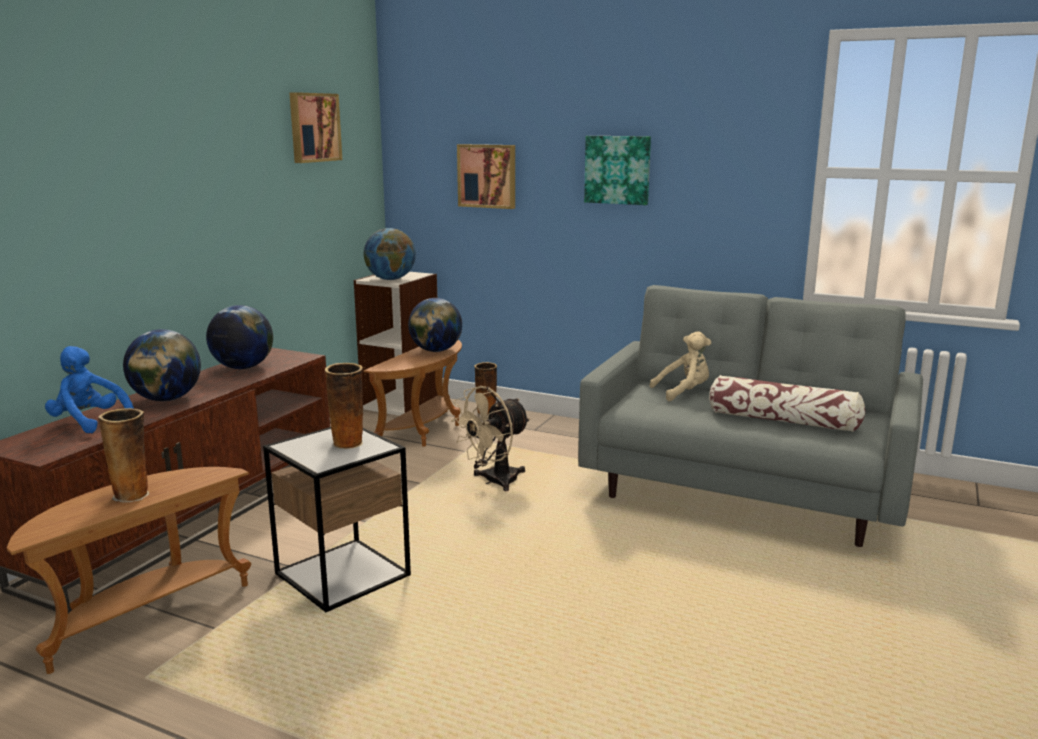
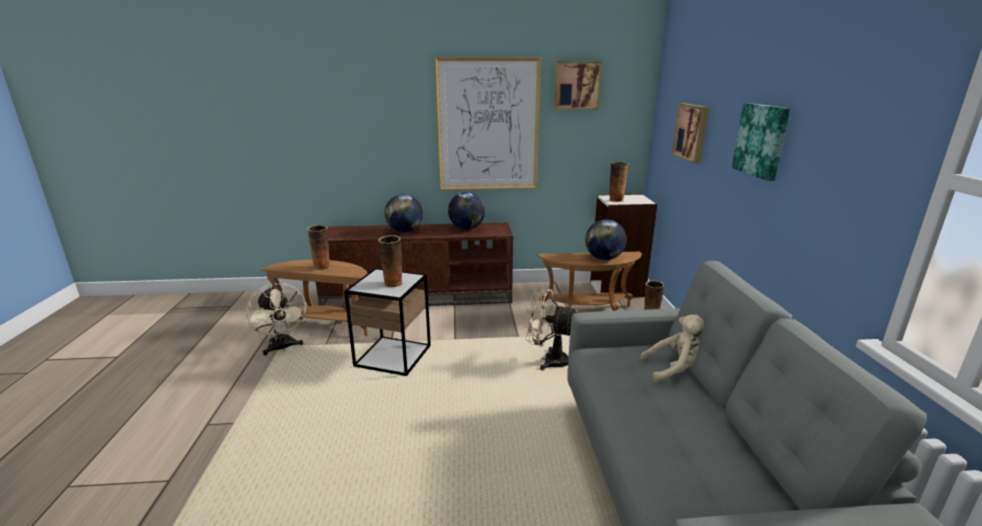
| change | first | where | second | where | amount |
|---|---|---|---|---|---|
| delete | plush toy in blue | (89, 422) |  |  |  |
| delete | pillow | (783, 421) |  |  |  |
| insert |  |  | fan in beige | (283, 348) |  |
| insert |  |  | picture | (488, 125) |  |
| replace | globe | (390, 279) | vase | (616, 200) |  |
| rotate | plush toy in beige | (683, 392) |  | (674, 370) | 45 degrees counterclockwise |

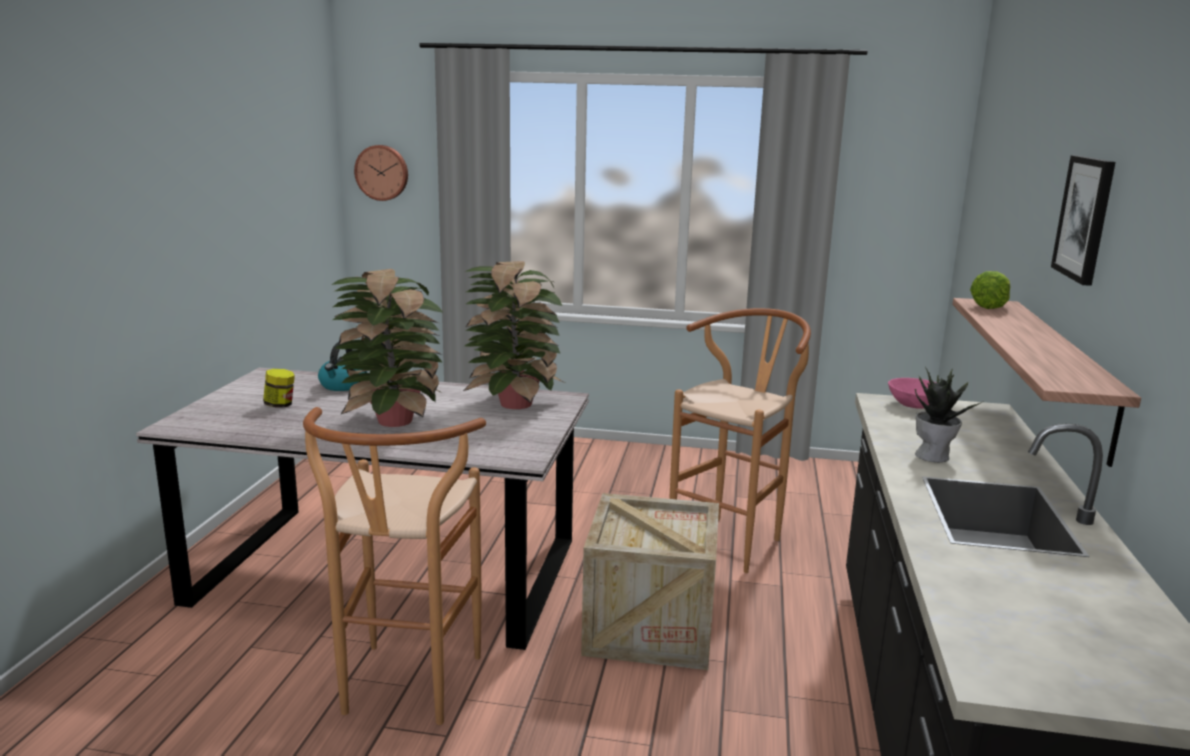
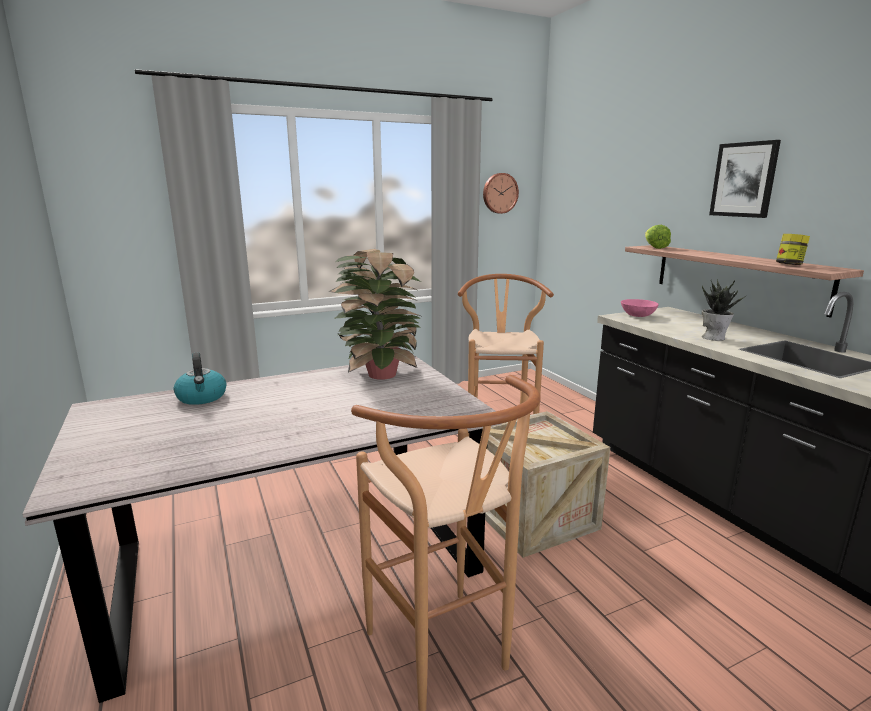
| change | first | where | second | where | amount |
|---|---|---|---|---|---|
| delete | potted plant | (392, 420) |  |  |  |
| move | jar | (280, 405) |  | (789, 265) |  |
| move | wall clock | (382, 172) |  | (499, 193) |  |

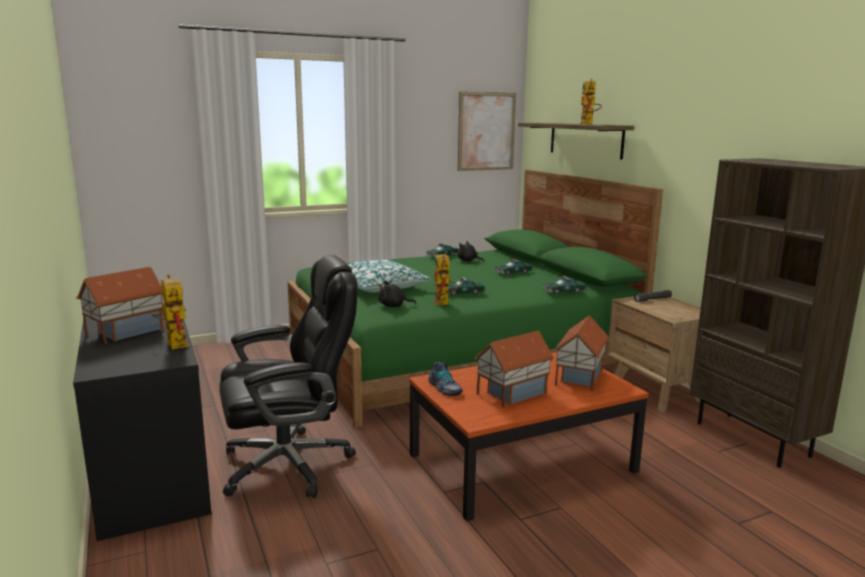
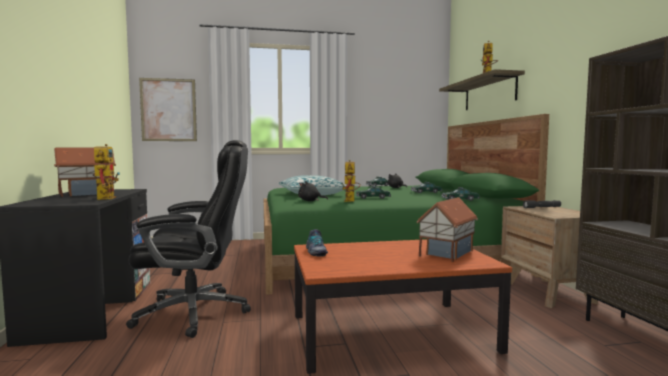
| change | first | where | second | where | amount |
|---|---|---|---|---|---|
| delete | toy house | (511, 393) |  |  |  |
| move | picture | (486, 131) |  | (168, 110) |  |

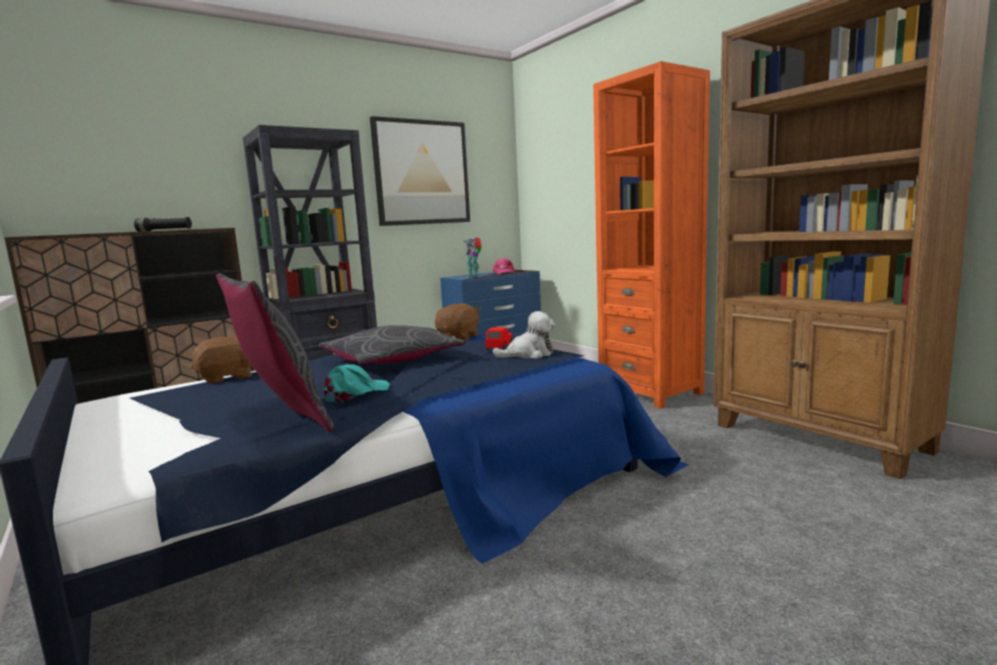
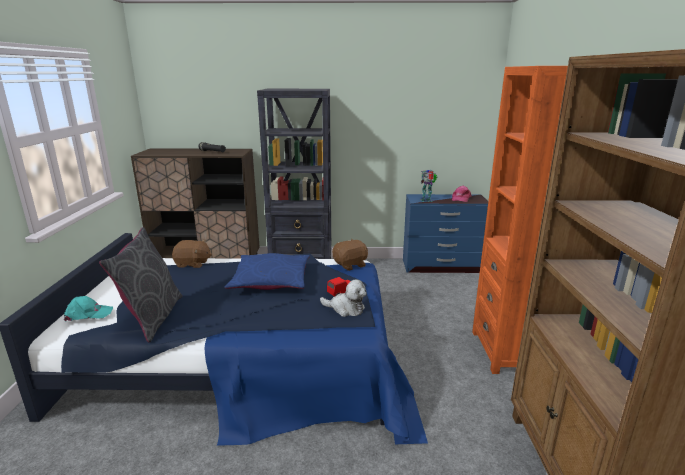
| change | first | where | second | where | amount |
|---|---|---|---|---|---|
| delete | picture | (421, 173) |  |  |  |
| move | cap in turquoise | (355, 393) |  | (88, 314) |  |
| recolor | pillow in grey | (392, 360) | pillow in blue | (270, 281) |  |

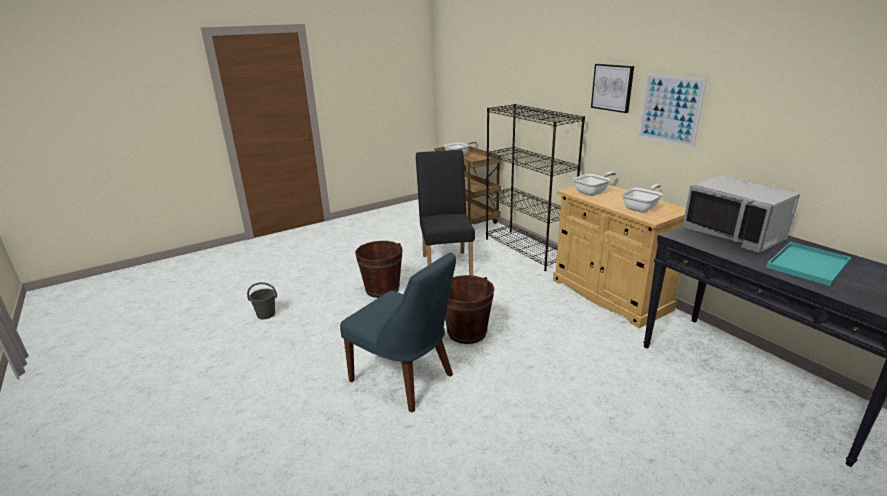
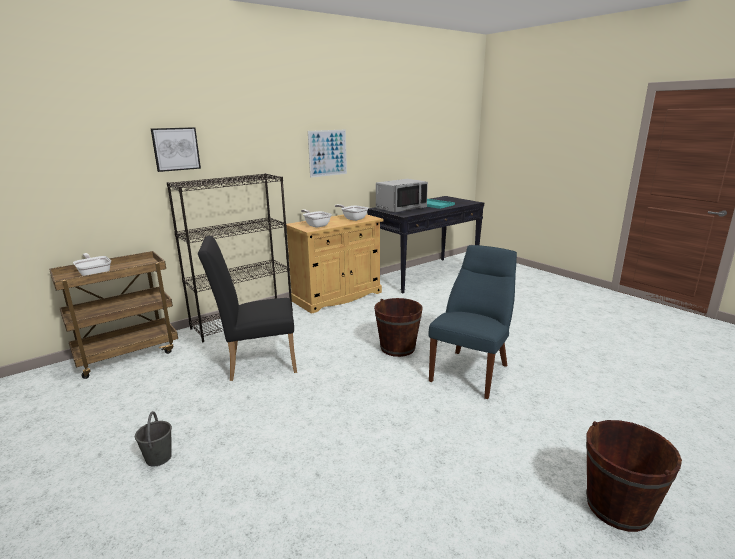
| change | first | where | second | where | amount |
|---|---|---|---|---|---|
| move | bucket in grey | (266, 314) |  | (158, 457) |  |
| move | bucket in brown | (382, 289) |  | (618, 507) |  |
| move | picture | (612, 87) |  | (176, 149) |  |

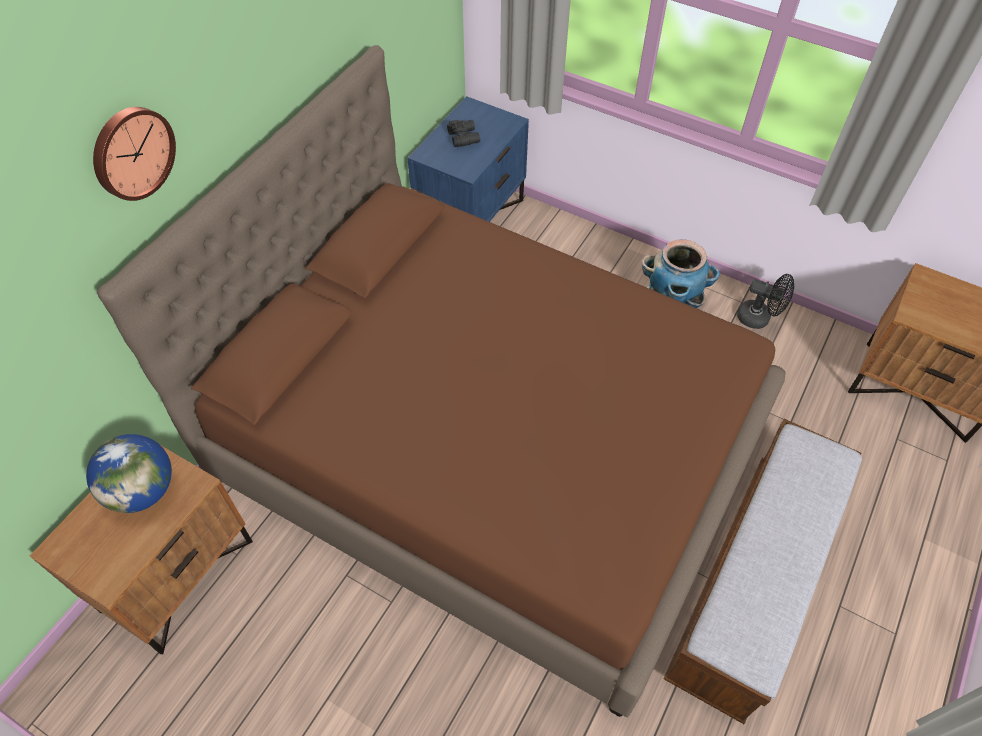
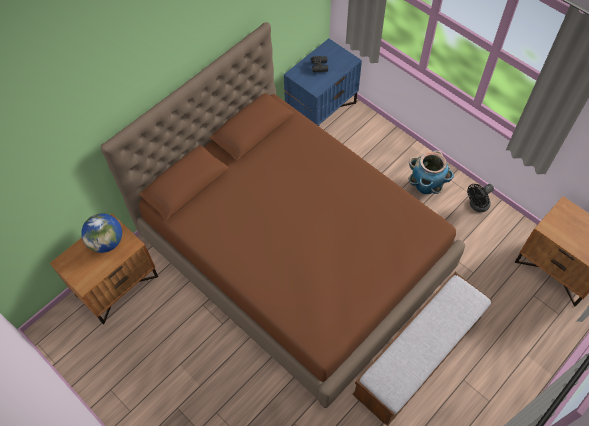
| change | first | where | second | where | amount |
|---|---|---|---|---|---|
| delete | wall clock | (131, 152) |  |  |  |
| rotate | fan in black | (759, 318) |  | (477, 206) | 105 degrees clockwise |

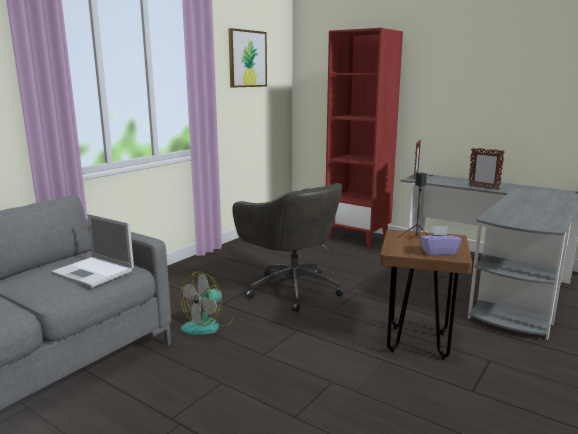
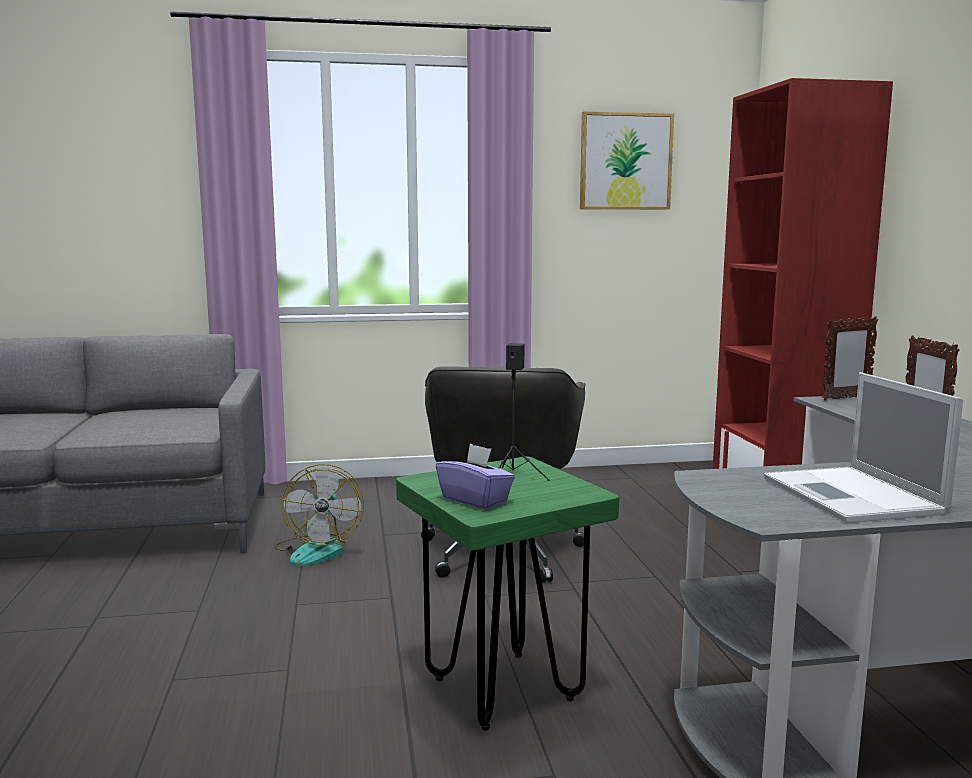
| change | first | where | second | where | amount |
|---|---|---|---|---|---|
| move | laptop | (94, 272) |  | (854, 496) |  |
| recolor | stool in brown | (417, 342) | stool in green | (502, 689) |  |
| rotate | fan | (208, 325) |  | (318, 550) | 90 degrees counterclockwise |

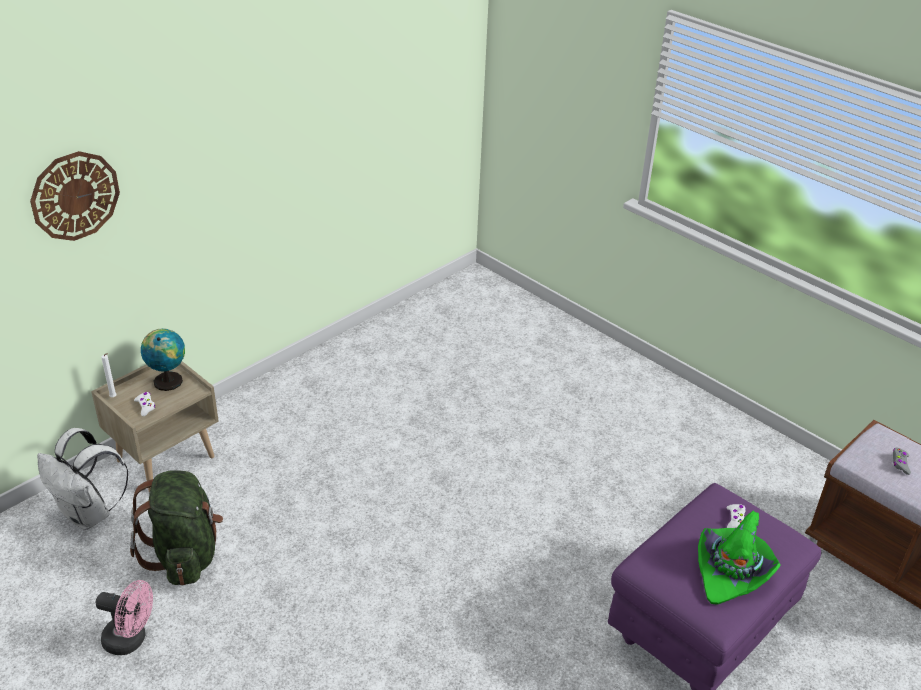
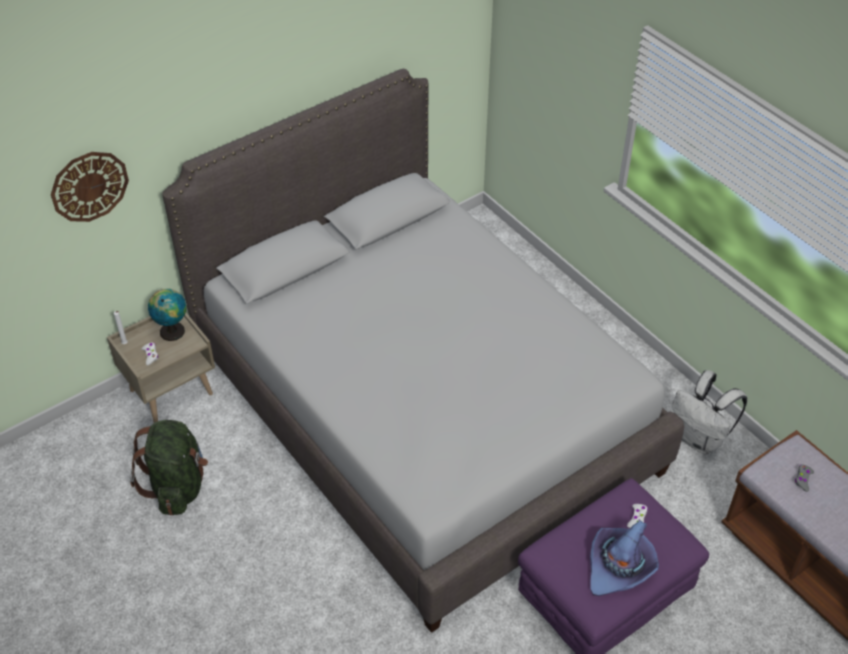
| change | first | where | second | where | amount |
|---|---|---|---|---|---|
| delete | fan in pink | (131, 640) |  |  |  |
| insert |  |  | bed in grey | (424, 411) |  |
| move | backpack in white | (89, 514) |  | (700, 439) |  |
| recolor | hat in green | (732, 571) | hat in purple | (620, 566) |  |

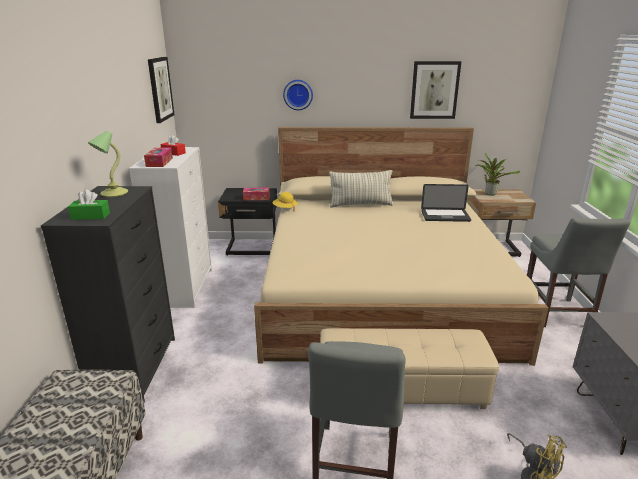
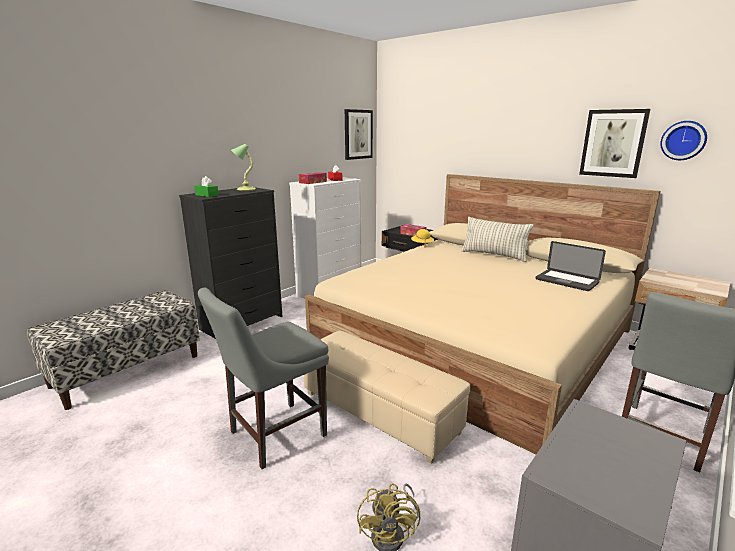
| change | first | where | second | where | amount |
|---|---|---|---|---|---|
| delete | potted plant | (489, 193) |  |  |  |
| move | wall clock | (298, 94) |  | (683, 140) |  |

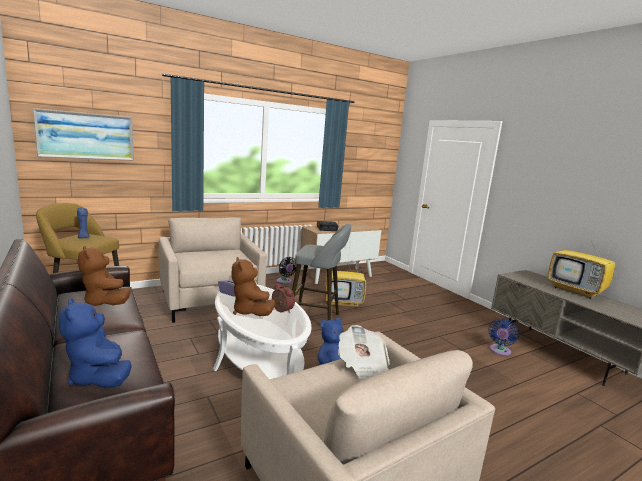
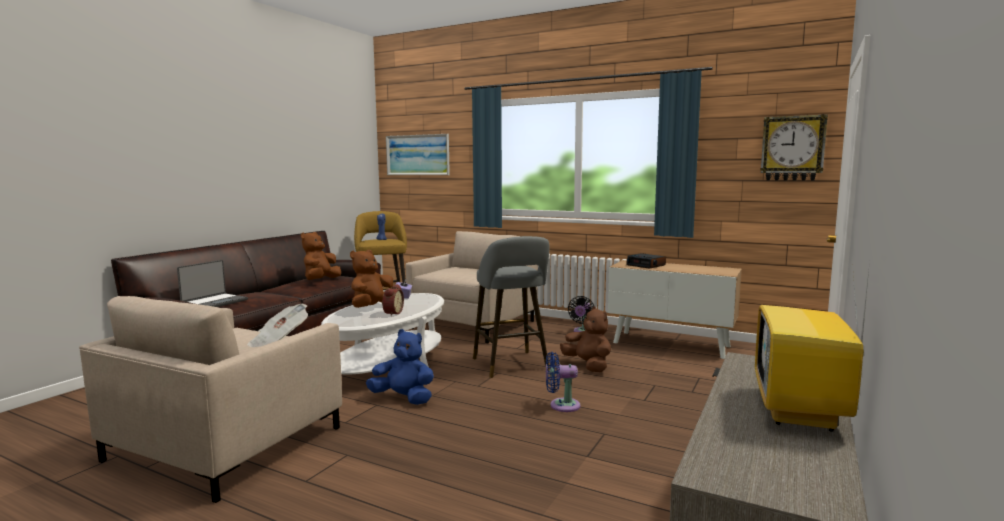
| change | first | where | second | where | amount |
|---|---|---|---|---|---|
| insert |  |  | wall clock | (792, 148) |  |
| move | fan in blue | (499, 351) |  | (561, 405) |  |
| replace | plush toy in blue | (99, 377) | laptop | (214, 302) |  |
| replace | television | (344, 303) | plush toy in brown | (588, 366) |  |

